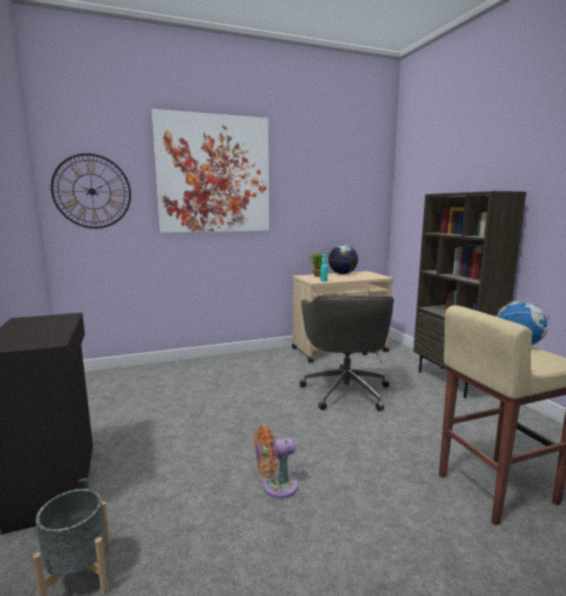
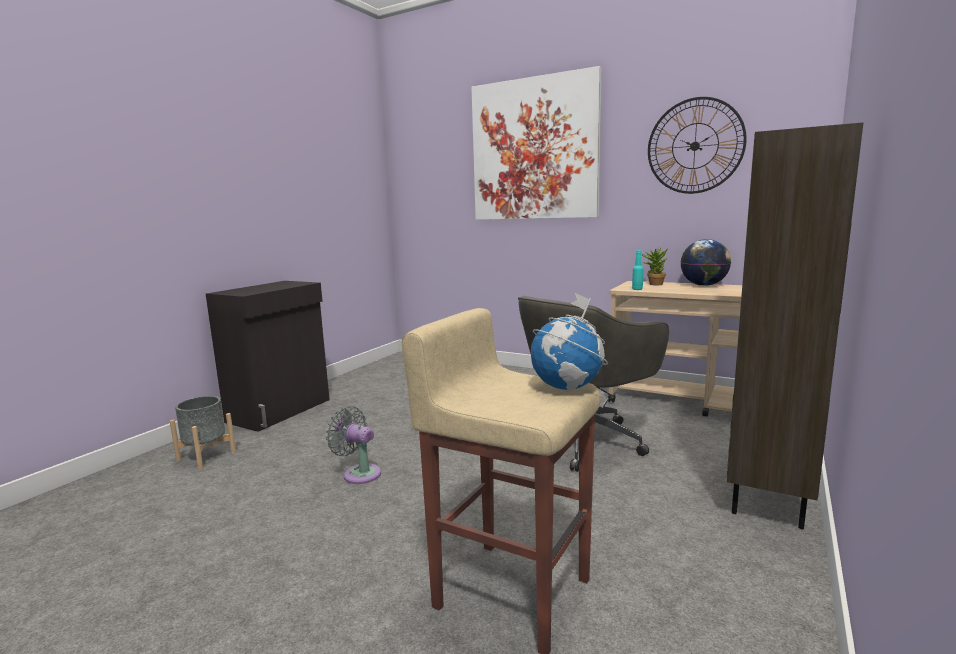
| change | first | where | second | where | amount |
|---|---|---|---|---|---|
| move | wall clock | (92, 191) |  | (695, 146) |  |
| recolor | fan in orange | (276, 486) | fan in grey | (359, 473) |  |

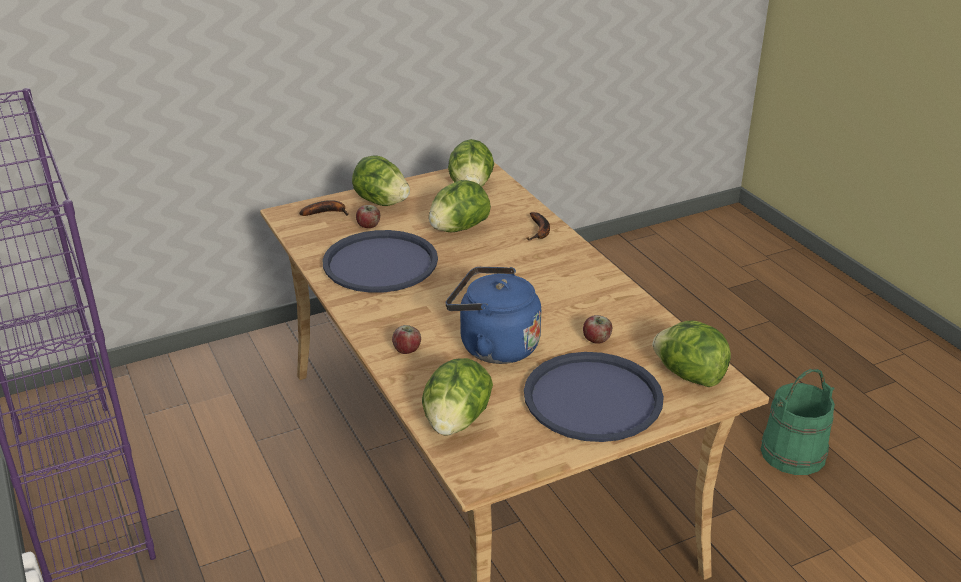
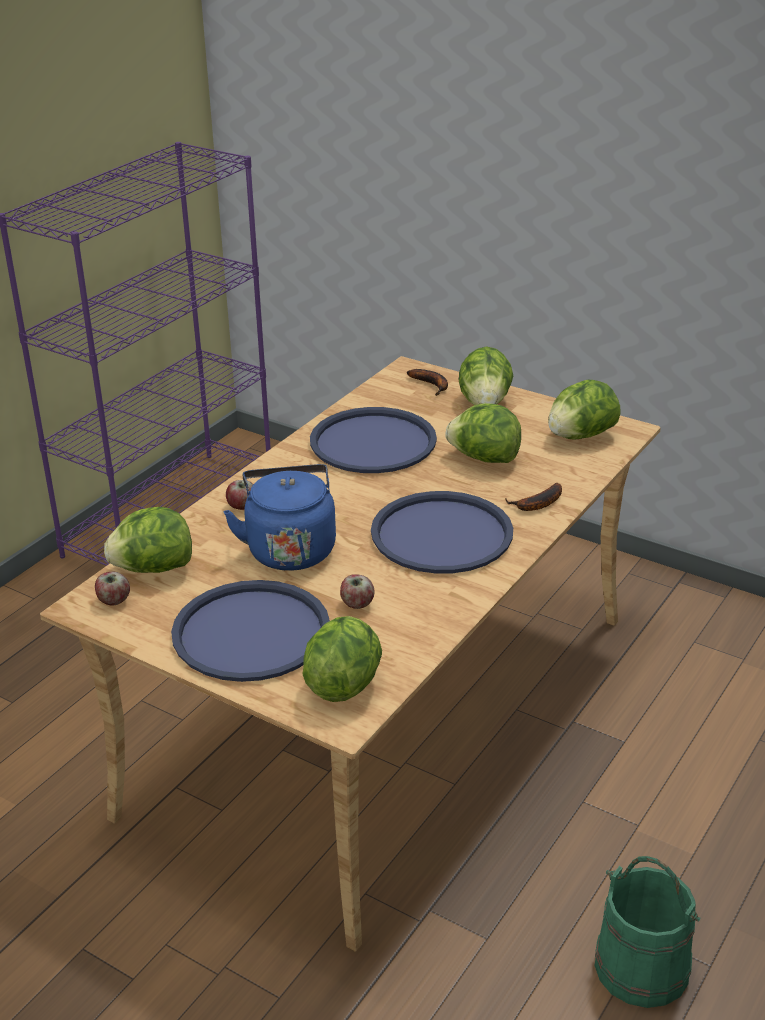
| change | first | where | second | where | amount |
|---|---|---|---|---|---|
| insert |  |  | tray in blue | (441, 534) |  |
| move | apple | (369, 226) |  | (114, 601) |  |

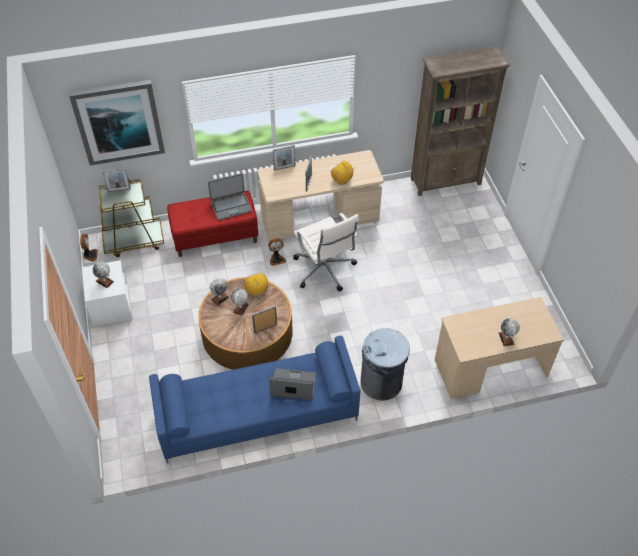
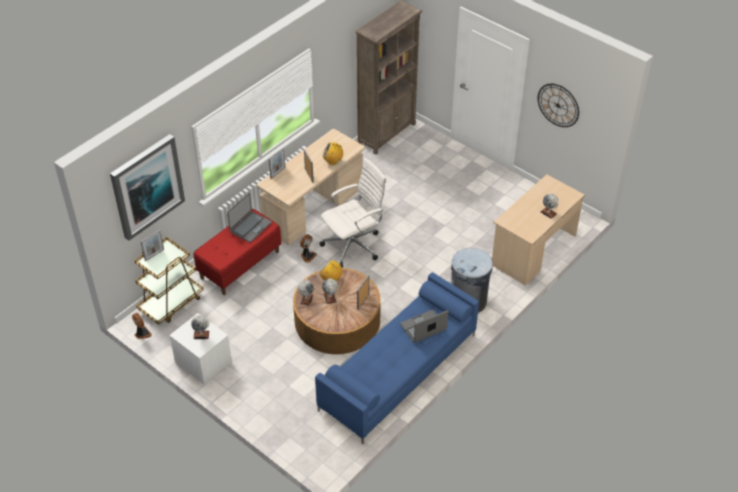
| change | first | where | second | where | amount |
|---|---|---|---|---|---|
| insert |  |  | wall clock | (558, 105) |  |
| rotate | office chair in white | (325, 270) |  | (354, 245) | 60 degrees counterclockwise |

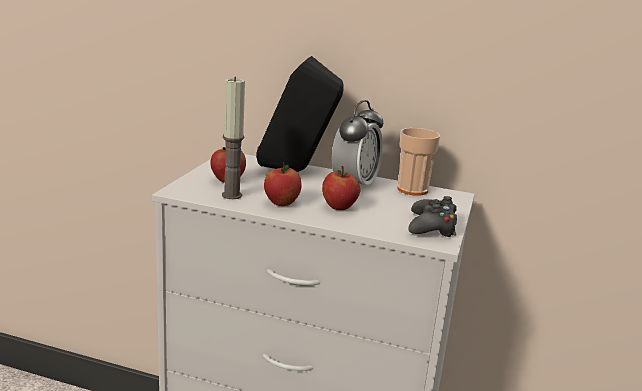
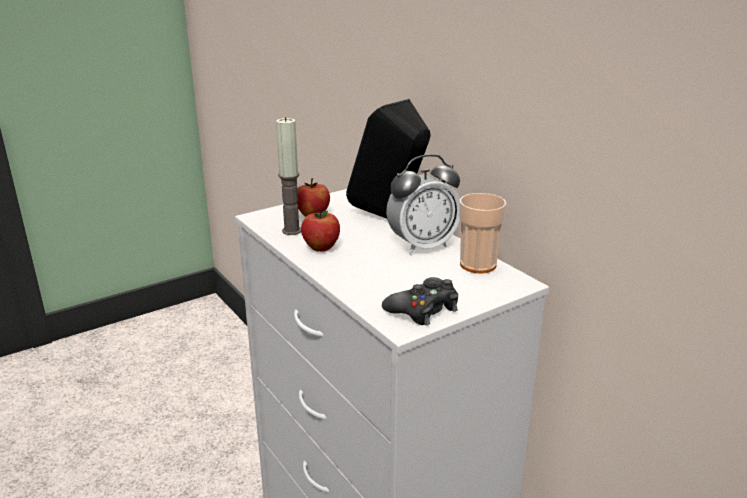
| change | first | where | second | where | amount |
|---|---|---|---|---|---|
| delete | apple | (339, 207) |  |  |  |

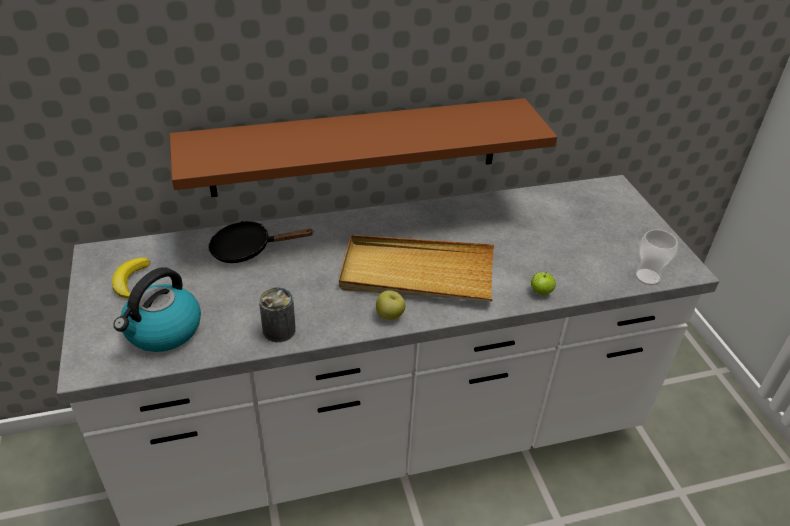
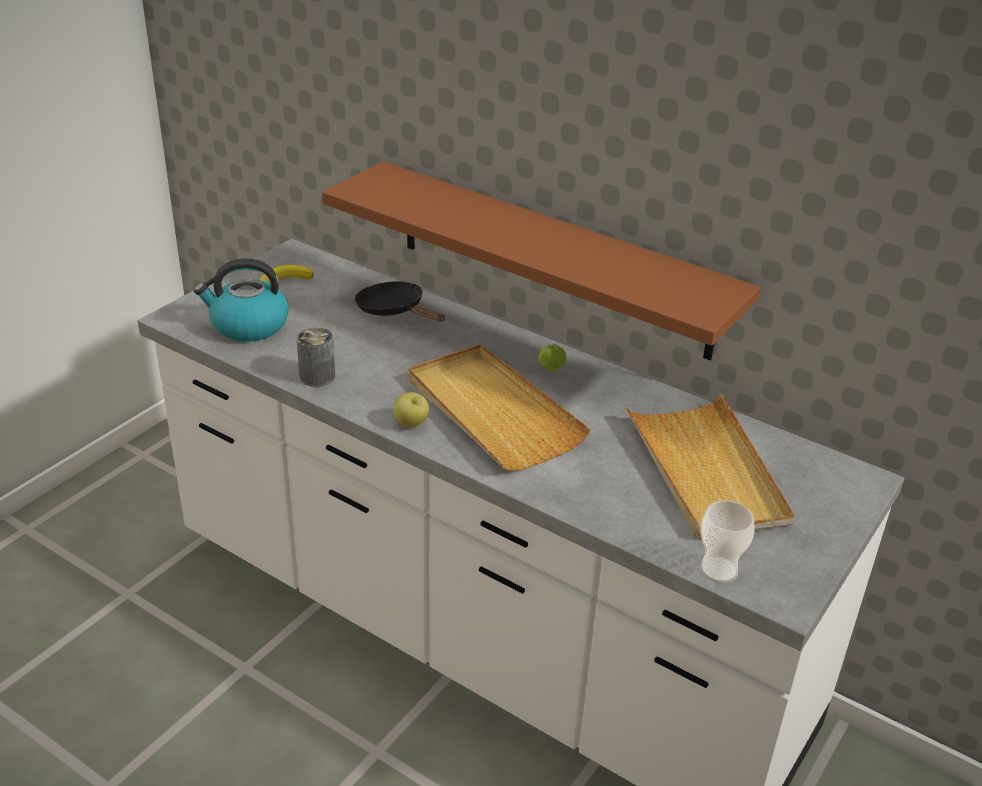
| change | first | where | second | where | amount |
|---|---|---|---|---|---|
| insert |  |  | tray in beige | (706, 471) |  |
| move | apple | (541, 292) |  | (551, 368) |  |

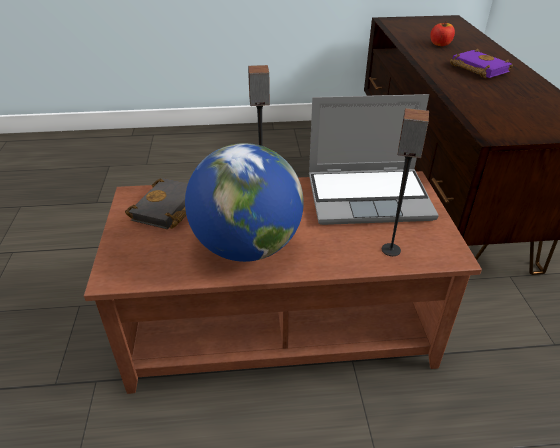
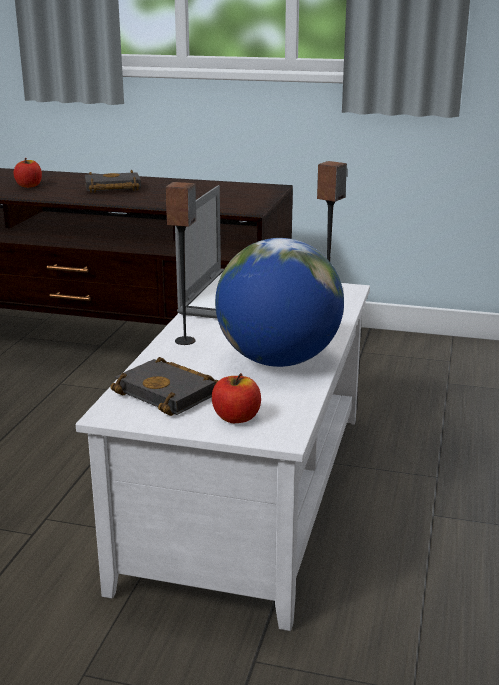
| change | first | where | second | where | amount |
|---|---|---|---|---|---|
| insert |  |  | apple | (236, 418) |  |
| recolor | coffee table in brown | (280, 323) | coffee table in white | (246, 493) |  |
| recolor | book in purple | (476, 68) | book in black | (111, 188) |  |

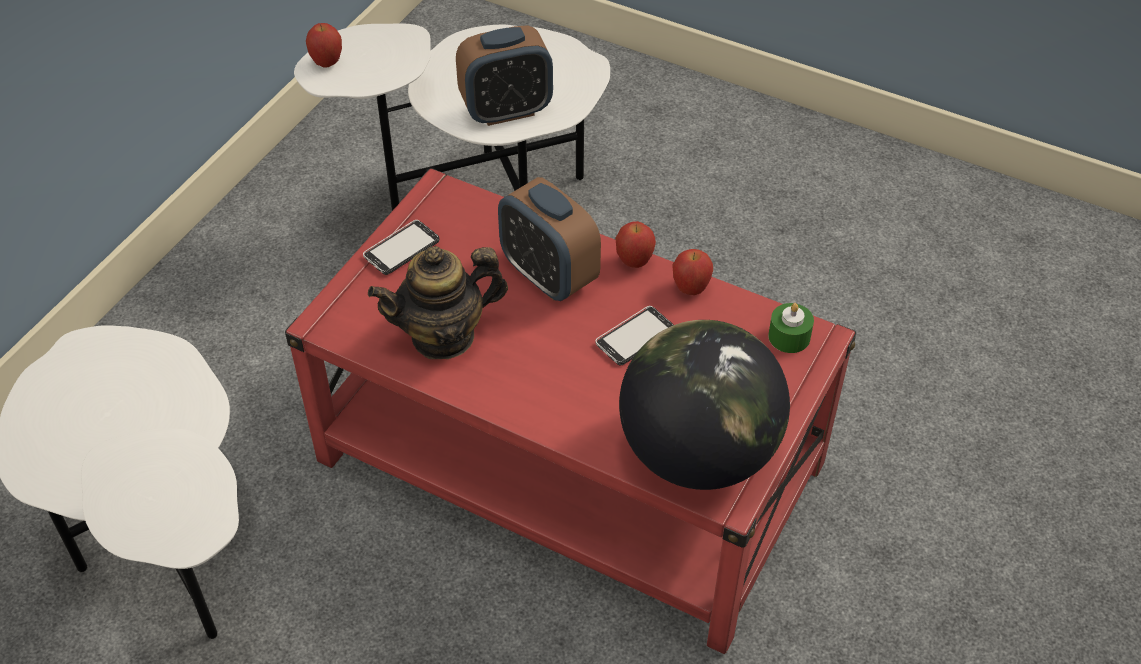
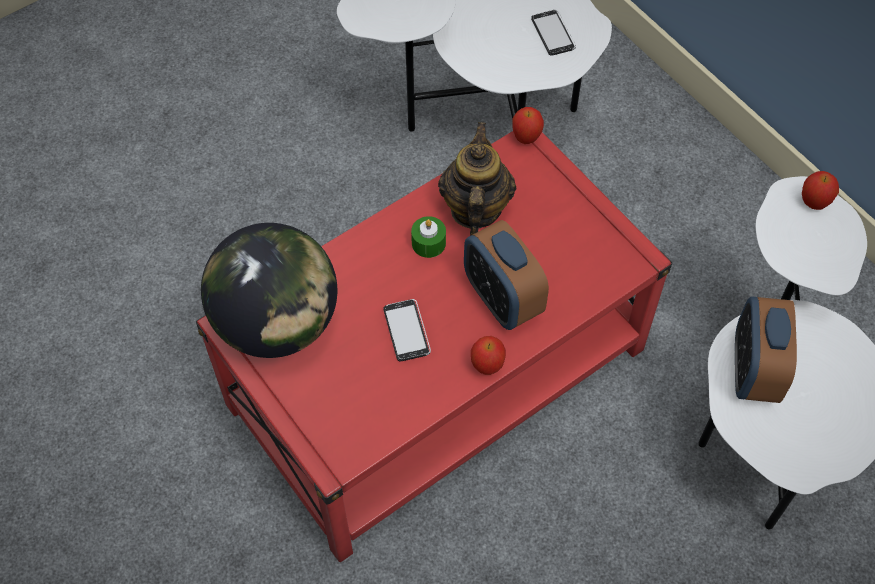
| change | first | where | second | where | amount |
|---|---|---|---|---|---|
| move | phone | (401, 249) |  | (553, 34) |  |
| move | apple | (690, 289) |  | (526, 138) |  |
| move | candle in green | (789, 337) |  | (428, 243) |  |
| rotate | alarm clock | (549, 276) |  | (502, 299) | 105 degrees counterclockwise |

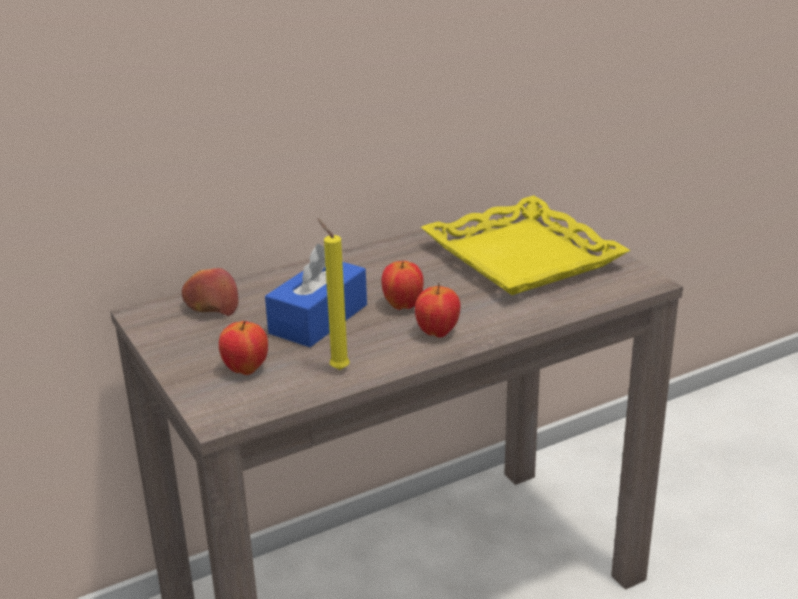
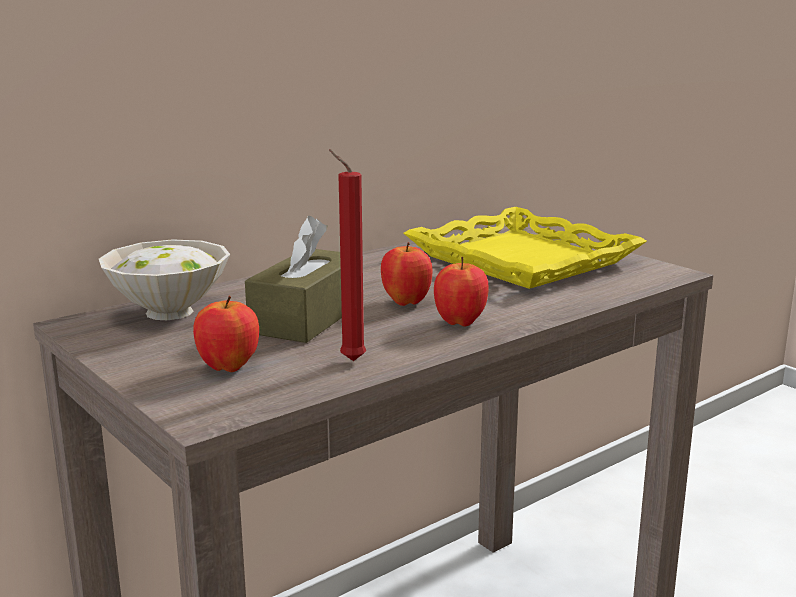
| change | first | where | second | where | amount |
|---|---|---|---|---|---|
| replace | apple | (211, 306) | bowl in white | (167, 313) |  |
| recolor | tissue box in blue | (318, 319) | tissue box in brown | (307, 318) |  |
| recolor | candle in yellow | (337, 368) | candle in red | (349, 360) |  |

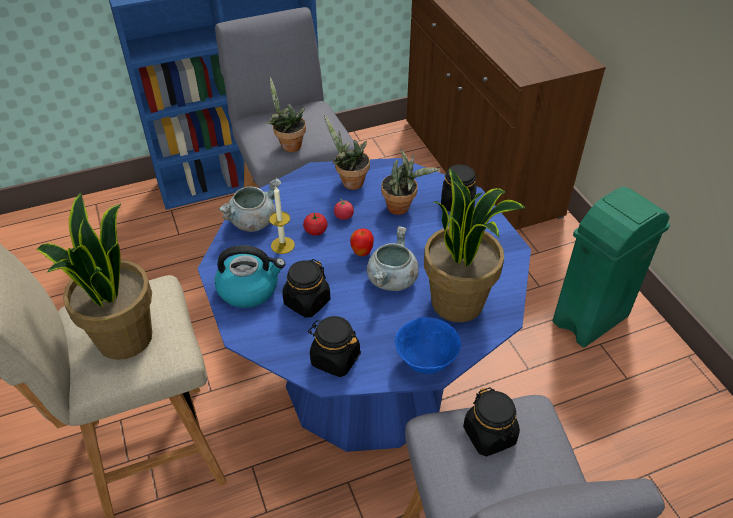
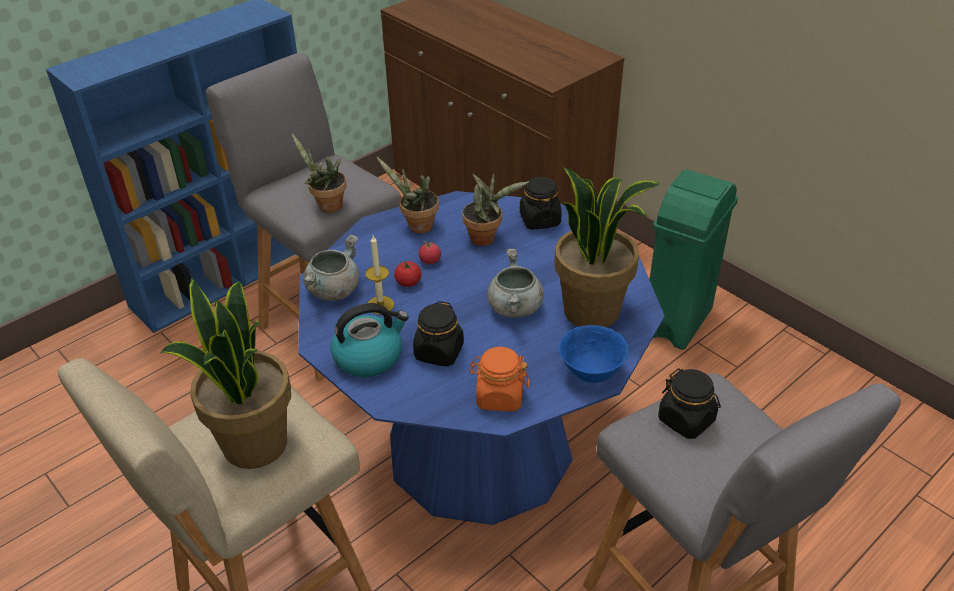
| change | first | where | second | where | amount |
|---|---|---|---|---|---|
| delete | apple | (362, 253) |  |  |  |
| recolor | jar in black | (335, 359) | jar in orange | (499, 396) |  |

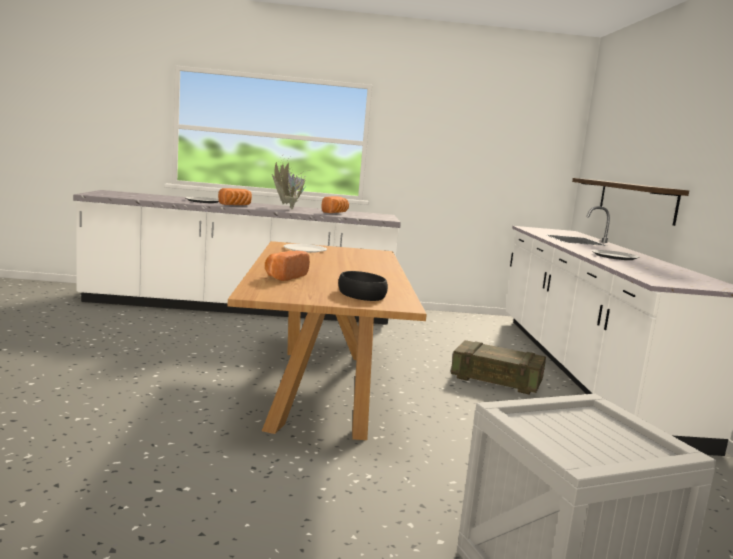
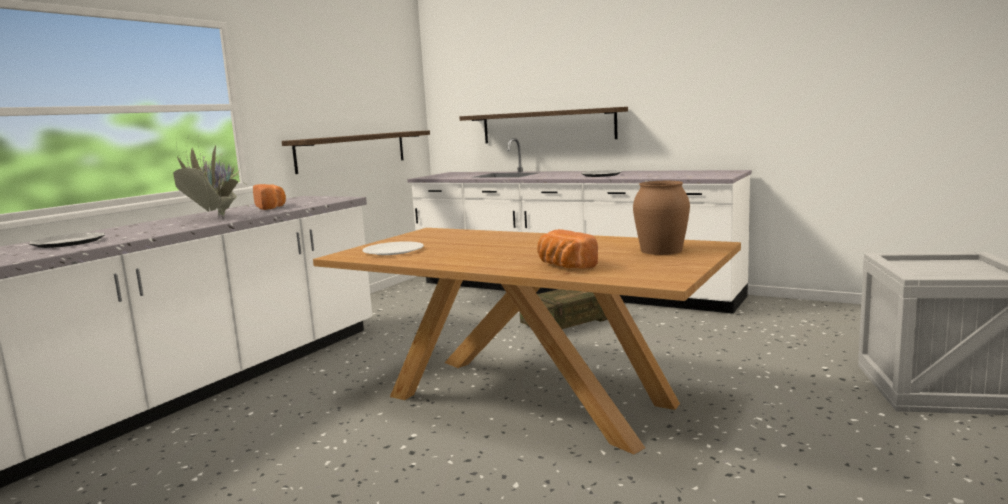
| change | first | where | second | where | amount |
|---|---|---|---|---|---|
| delete | bread | (236, 205) |  |  |  |
| insert |  |  | shelf | (352, 151) |  |
| replace | bowl in black | (362, 294) | vase in brown | (661, 250) |  |

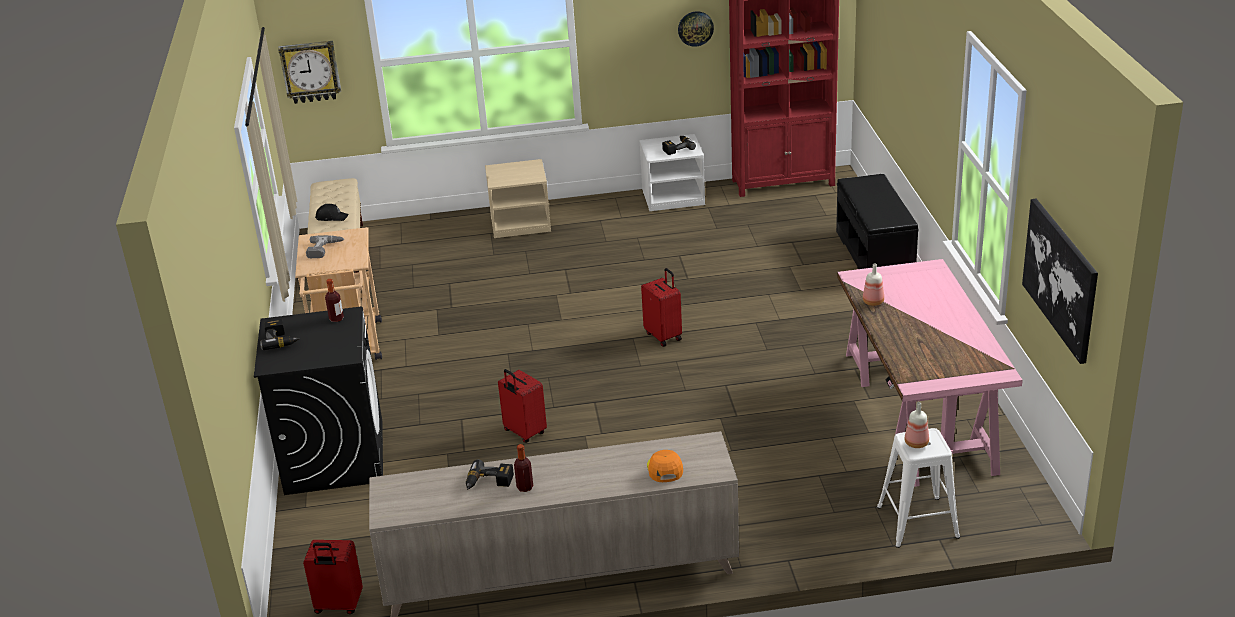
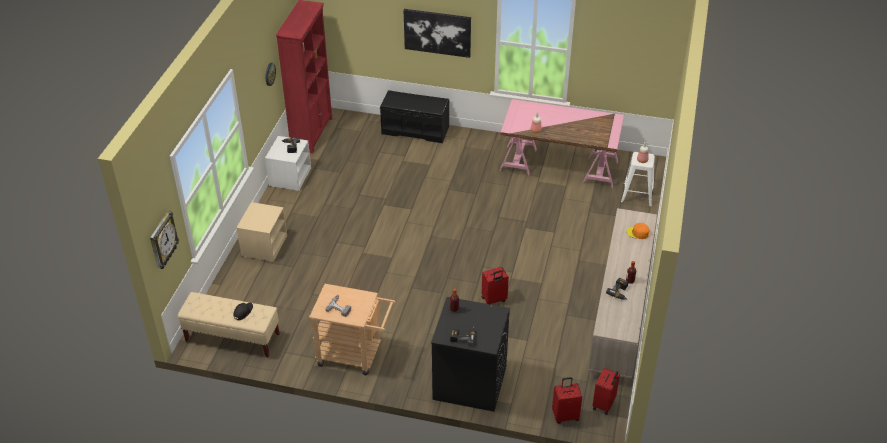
| change | first | where | second | where | amount |
|---|---|---|---|---|---|
| move | suitcase in red | (664, 336) |  | (565, 415) |  |
| move | picture | (1060, 278) |  | (437, 32) |  |

